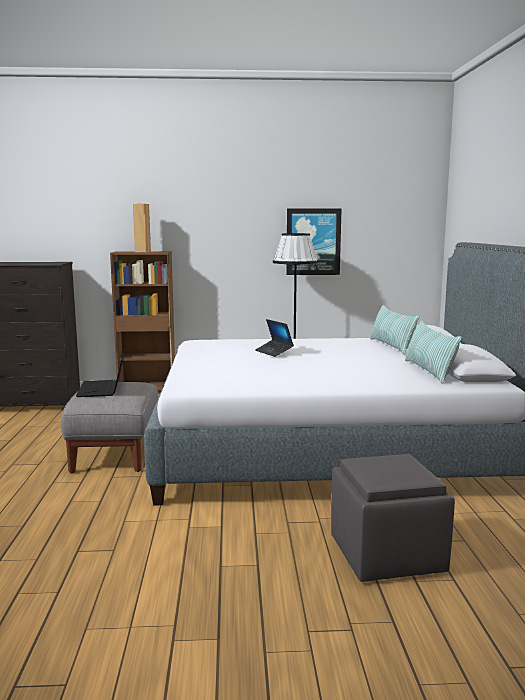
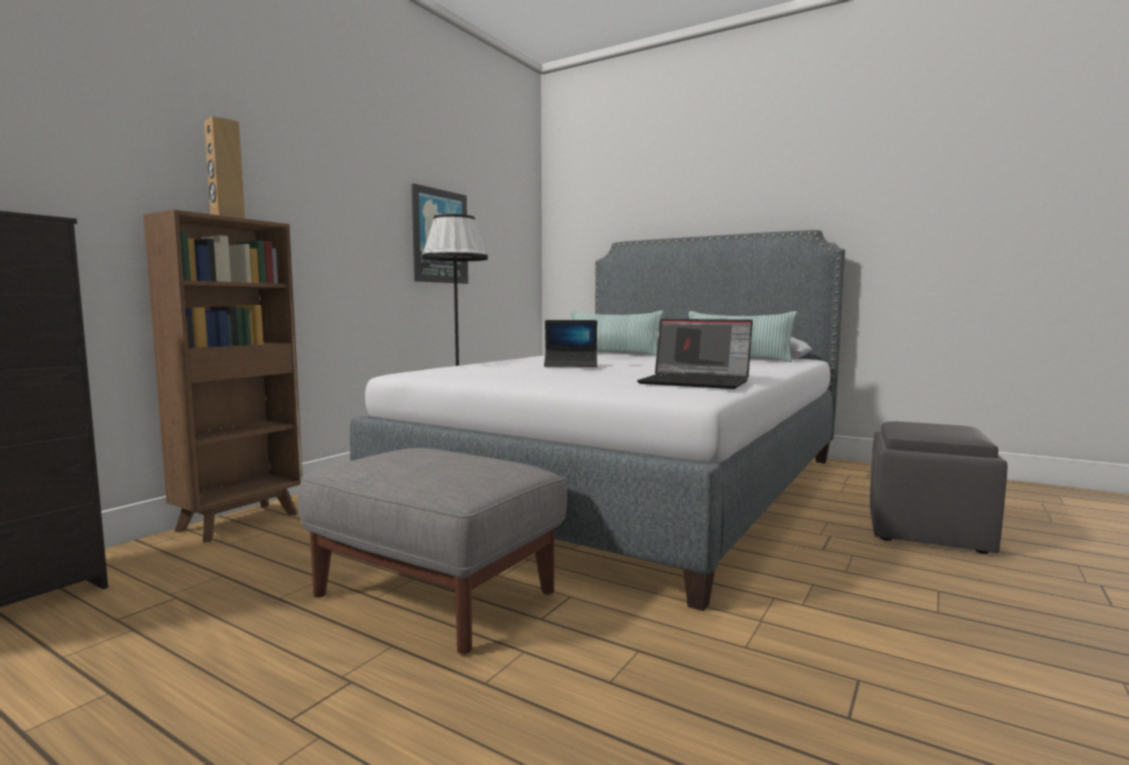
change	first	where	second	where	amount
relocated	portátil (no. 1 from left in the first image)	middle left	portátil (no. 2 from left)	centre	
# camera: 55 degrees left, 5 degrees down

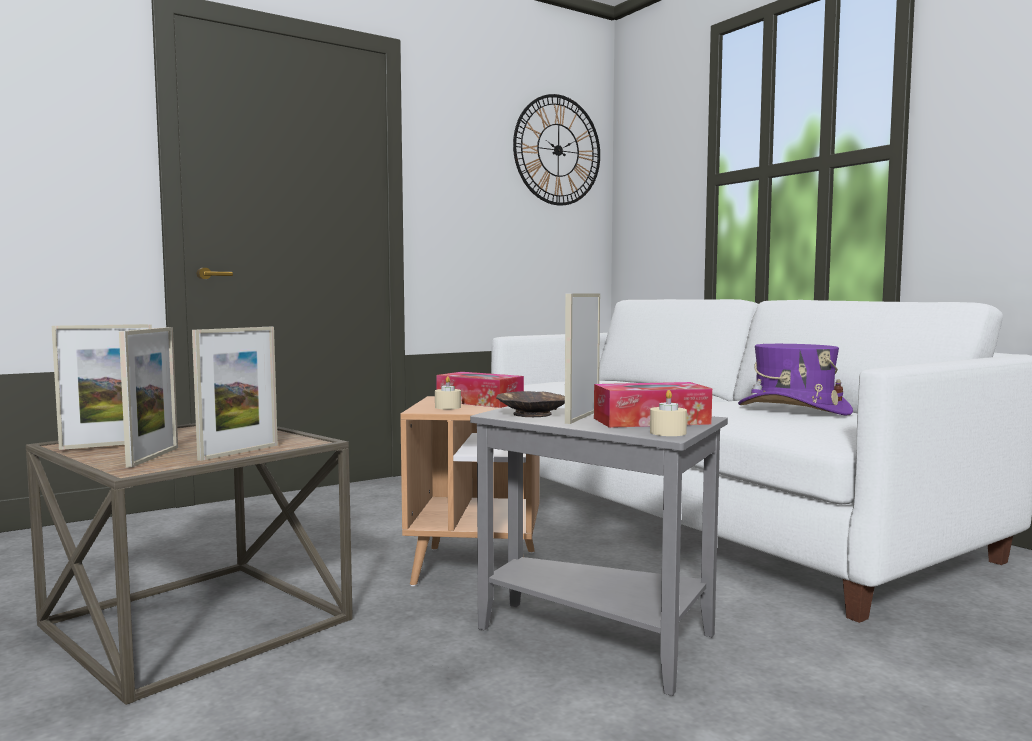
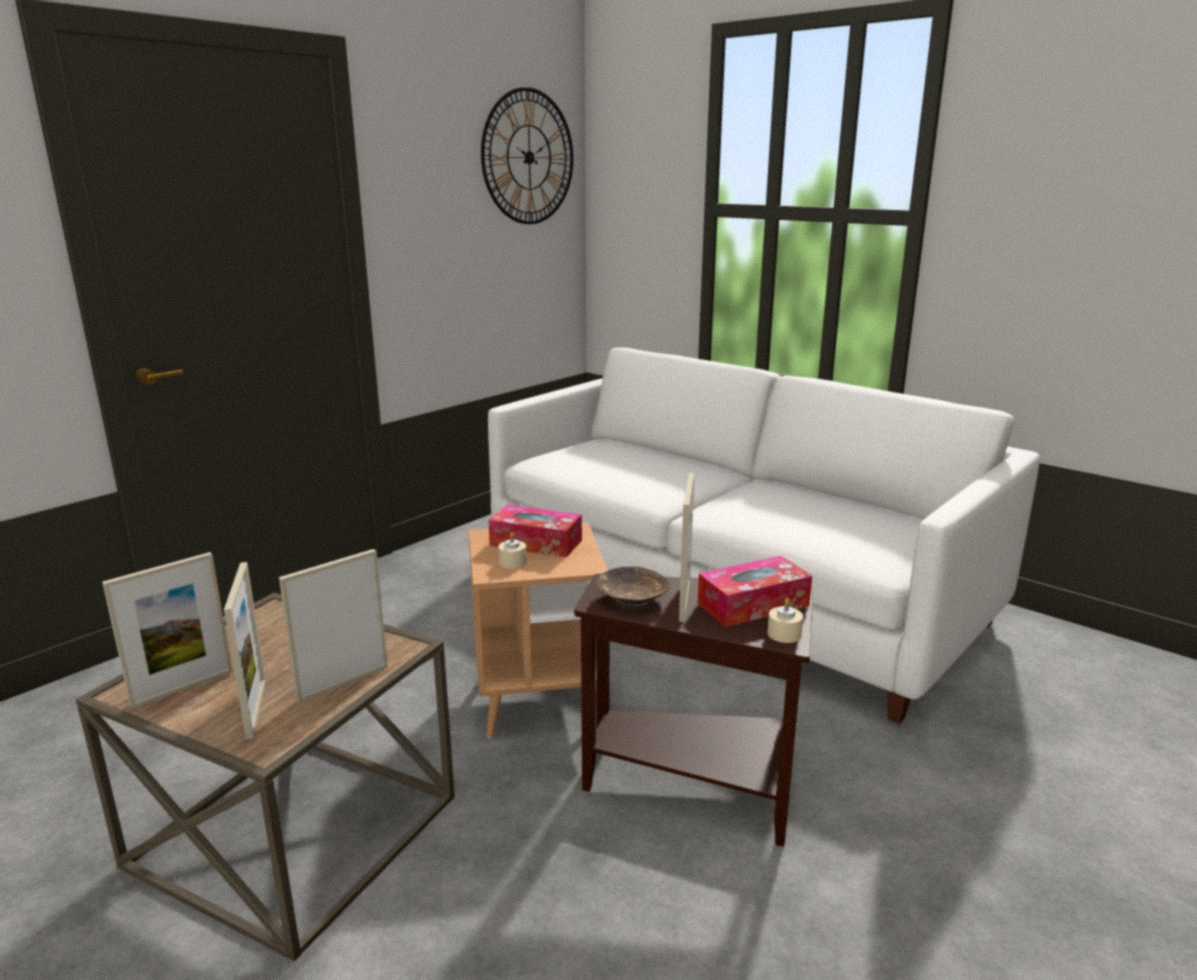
change	first	where	second	where	amount
spun	portarretratos (no. 3 from left)	middle left		middle left	150 degrees counterclockwise
colour	mesa auxiliar [gris]	bottom centre	mesa auxiliar [marrón] (no. 3 from left)	bottom centre	
missing	sombrero [morado]	middle right			
# camera: 15 degrees left, 15 degrees up

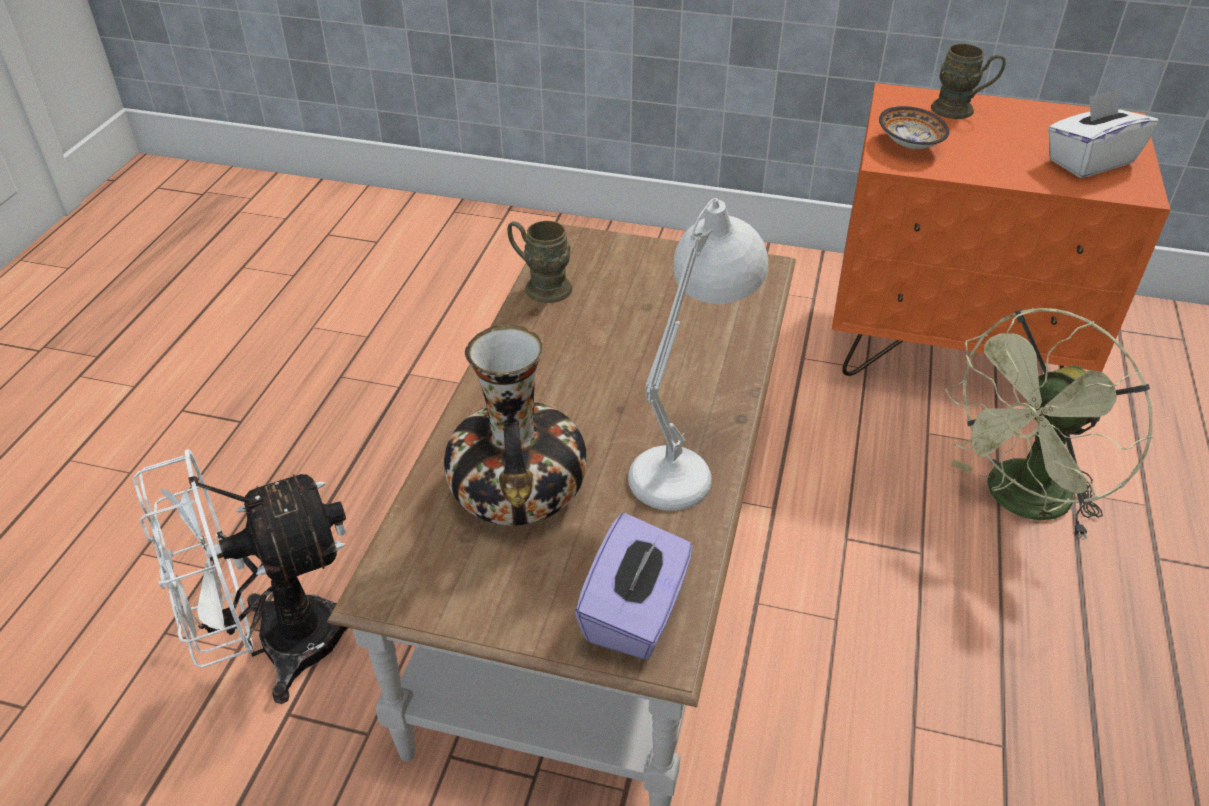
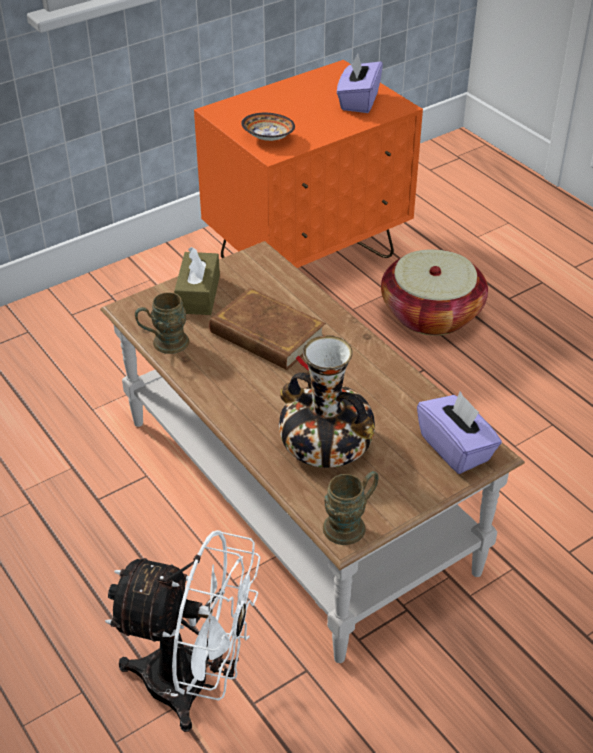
change	first	where	second	where	amount
spun	ventilador [blanco]	bottom left		bottom left	90 degrees counterclockwise
missing	lámpara de mesa [blanco]	centre			
relocated	taza grande [marrón] (no. 2 from left)	top right		bottom centre	
exchanged	ventilador [verde]	middle right	cesta	middle right	
colour	caja de pañuelos [blanco]	top right	caja de pañuelos [morado] (no. 1 from left)	top centre	
appeared			caja de pañuelos [marrón]	middle left	
appeared			libro [marrón]	centre	
# camera: 50 degrees left, 0 degrees up

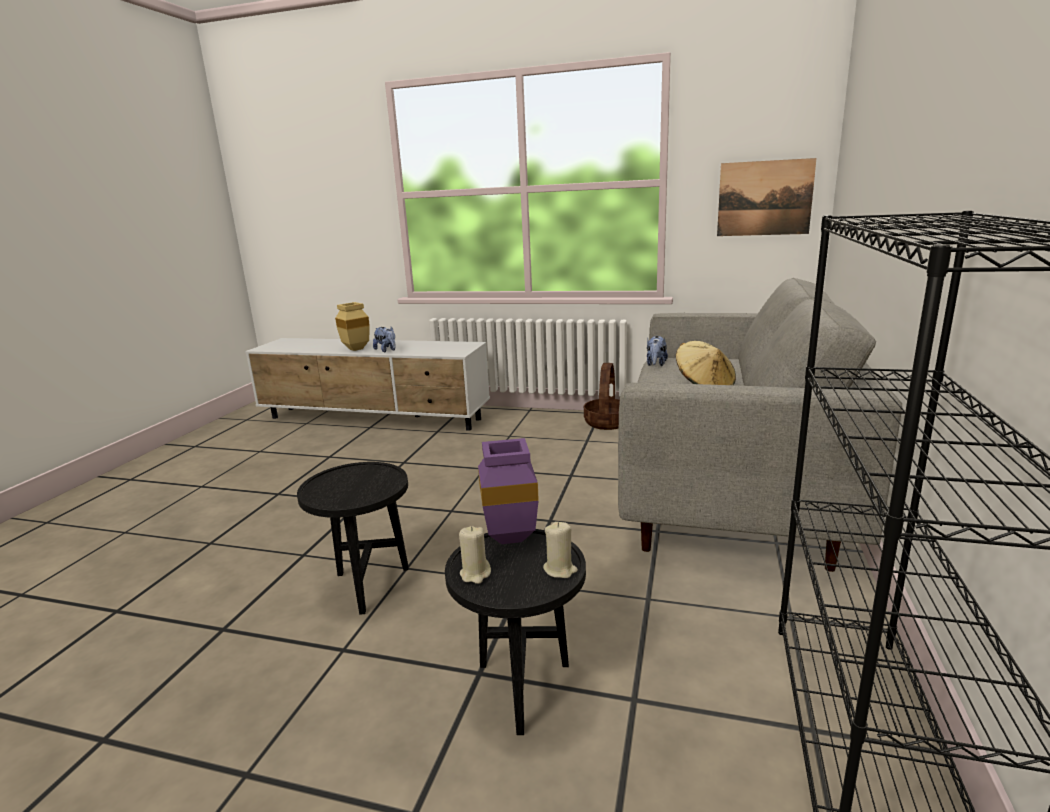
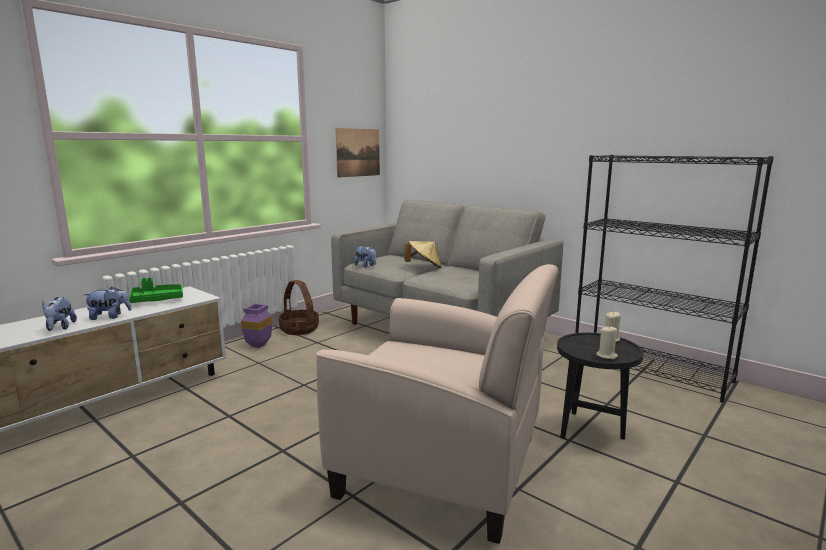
change	first	where	second	where	amount
exchanged	mesa auxiliar [negro] (no. 1 from left)	centre	sillón [beis]	bottom centre	
exchanged	florero [beis]	centre	peluche (no. 1 from left)	middle left	
relocated	florero [morado]	centre		middle left	
appeared			bandeja [verde]	middle left	
# camera: 65 degrees left, 5 degrees down

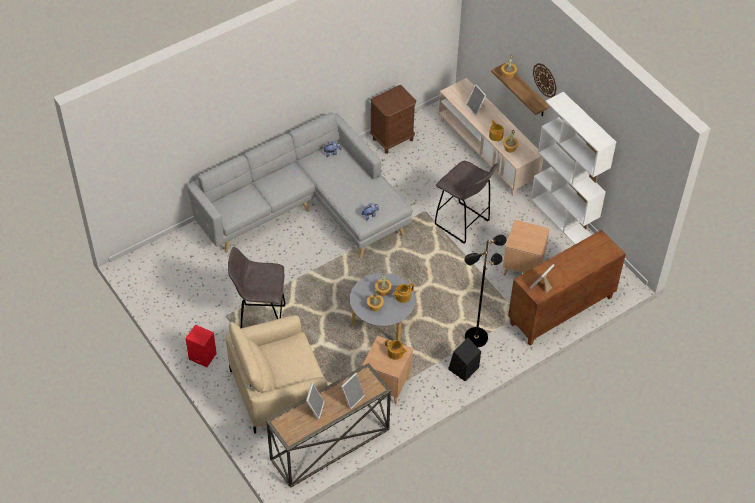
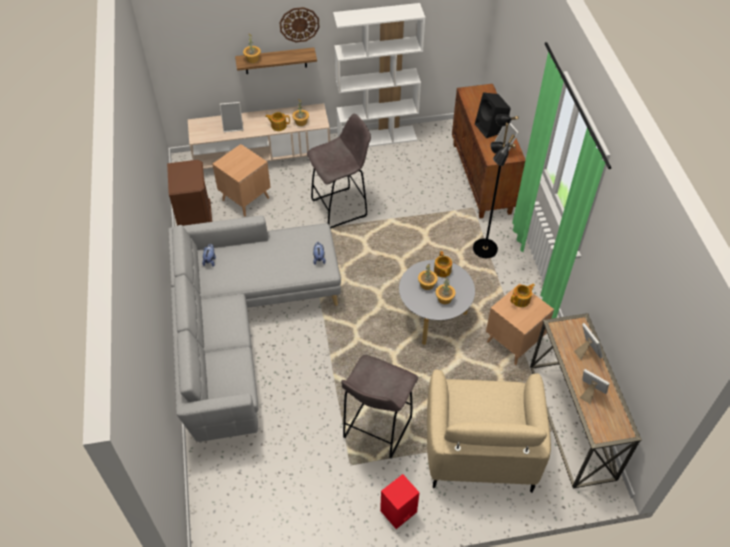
change	first	where	second	where	amount
relocated	altavoz [negro]	bottom centre		top right	
relocated	mesa auxiliar [marrón] (no. 2 from left in the first image)	middle right	mesa auxiliar [marrón] (no. 1 from left)	top left	
# camera: 65 degrees left, 0 degrees up

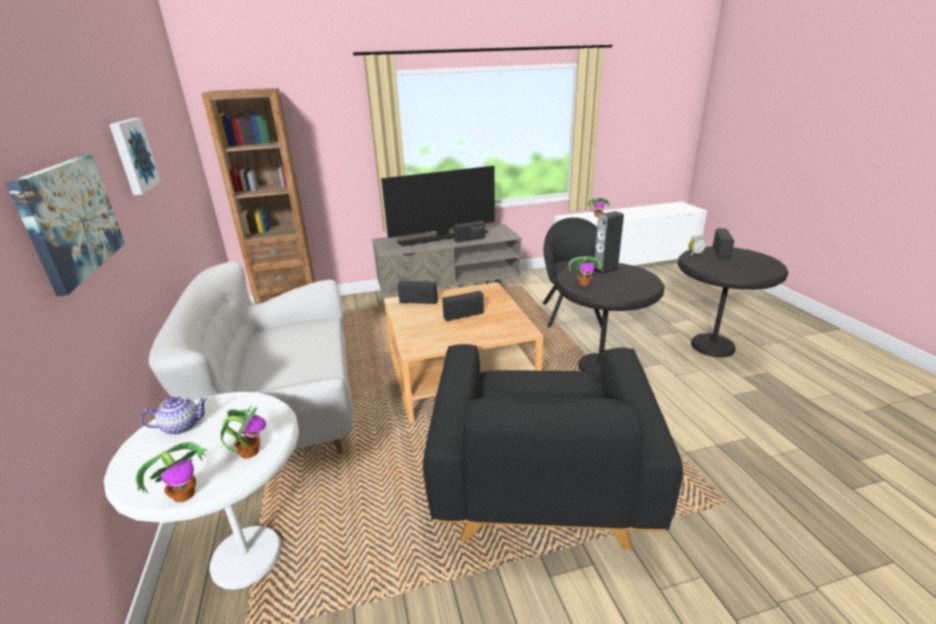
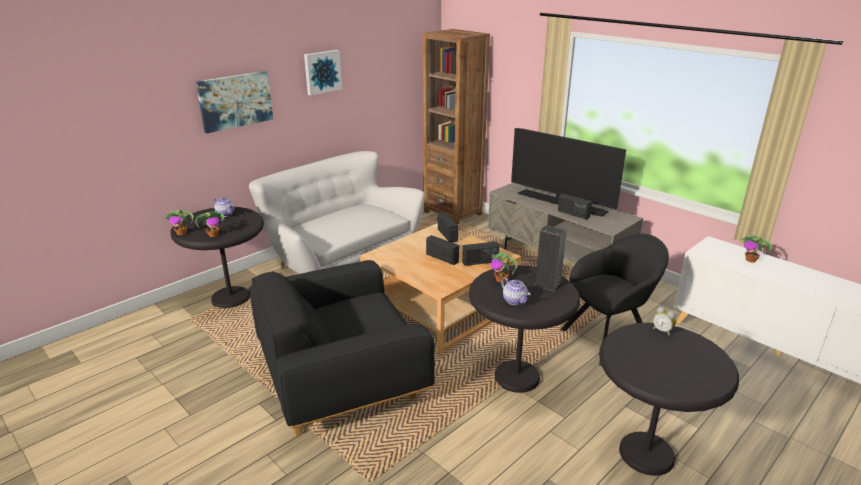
change	first	where	second	where	amount
colour	mesa auxiliar [blanco]	bottom left	mesa auxiliar [negro] (no. 1 from left)	middle left	
relocated	radio (no. 4 from left in the first image)	middle right	radio (no. 3 from left)	centre	
appeared			tetera (no. 2 from left)	centre	
# camera: 60 degrees right, 0 degrees up

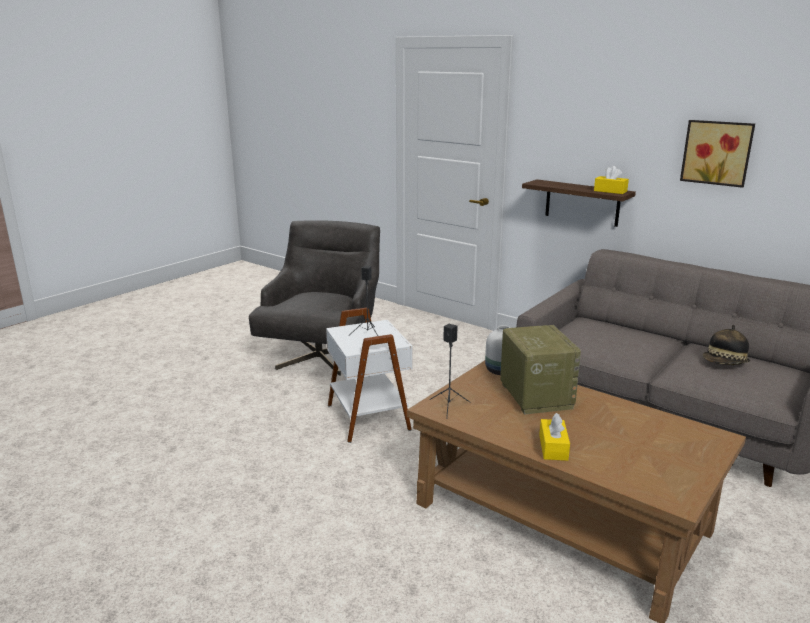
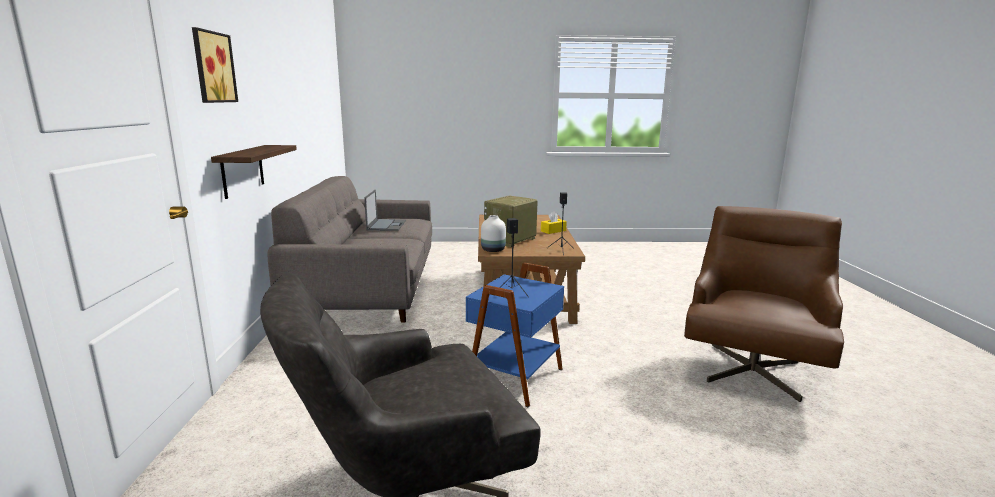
change	first	where	second	where	amount
colour	mesa auxiliar [blanco]	centre	mesa auxiliar [azul]	bottom centre	
missing	caja de pañuelos [amarillo] (no. 2 from left)	top right			
relocated	cuadro	top right		top left	
exchanged	sombrero	middle right	portátil	centre	
appeared			sillón [marrón]	middle right	
# camera: 130 degrees left, 5 degrees down

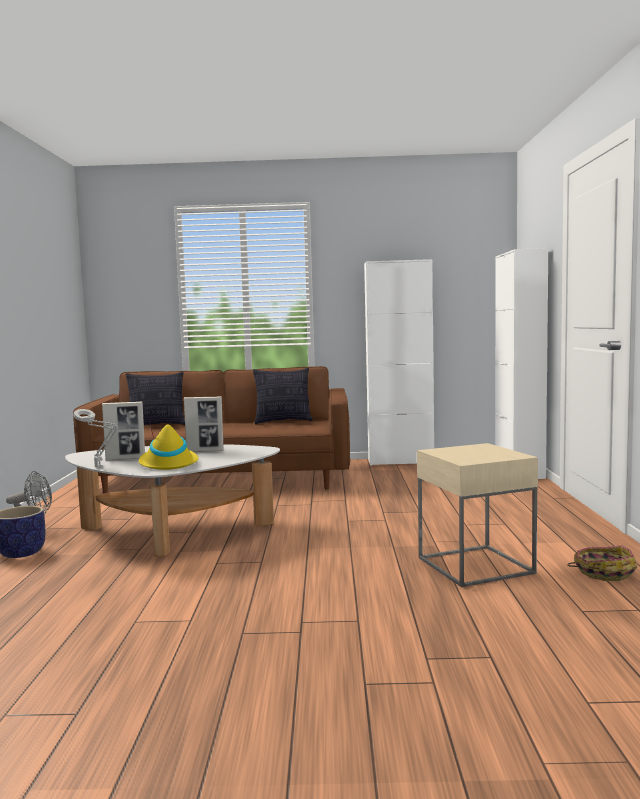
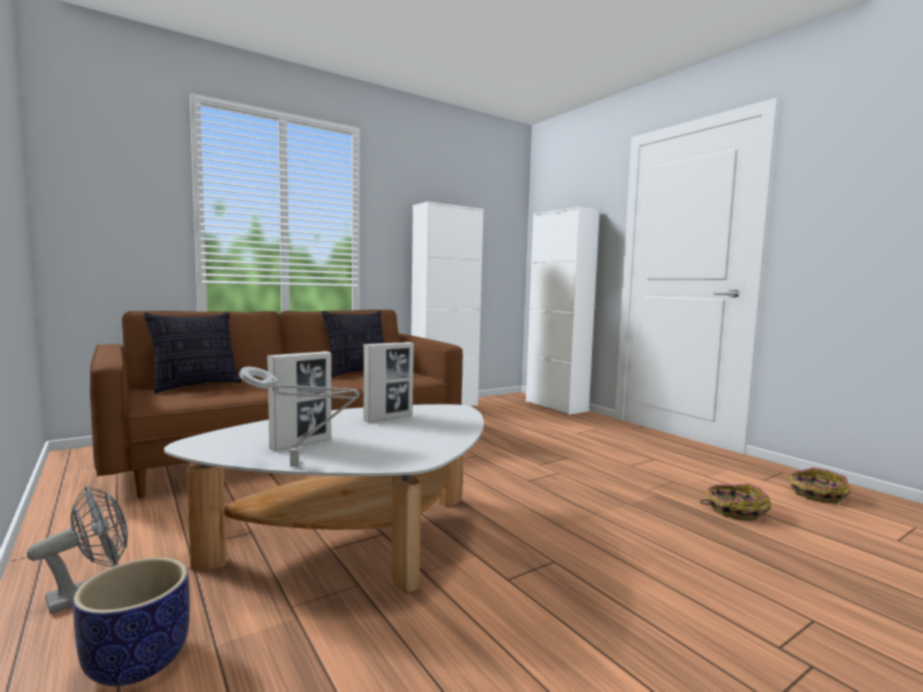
change	first	where	second	where	amount
missing	sombrero [amarillo]	middle left			
exchanged	mesa auxiliar [beis]	middle right	cesta (no. 1 from left)	bottom right	
# camera: 35 degrees left, 0 degrees up

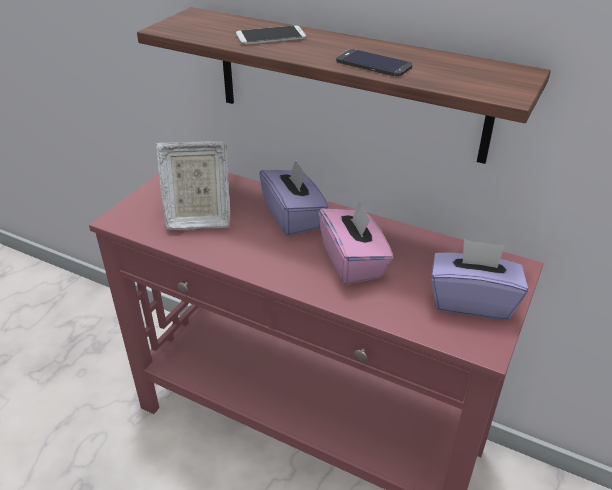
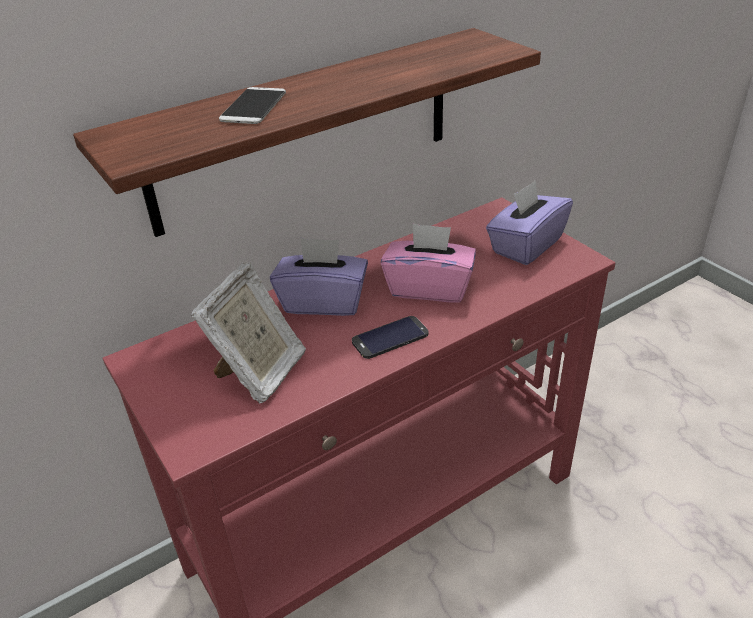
change	first	where	second	where	amount
relocated	móvil (no. 2 from left)	top centre		centre	
# camera: 60 degrees left, 0 degrees up

